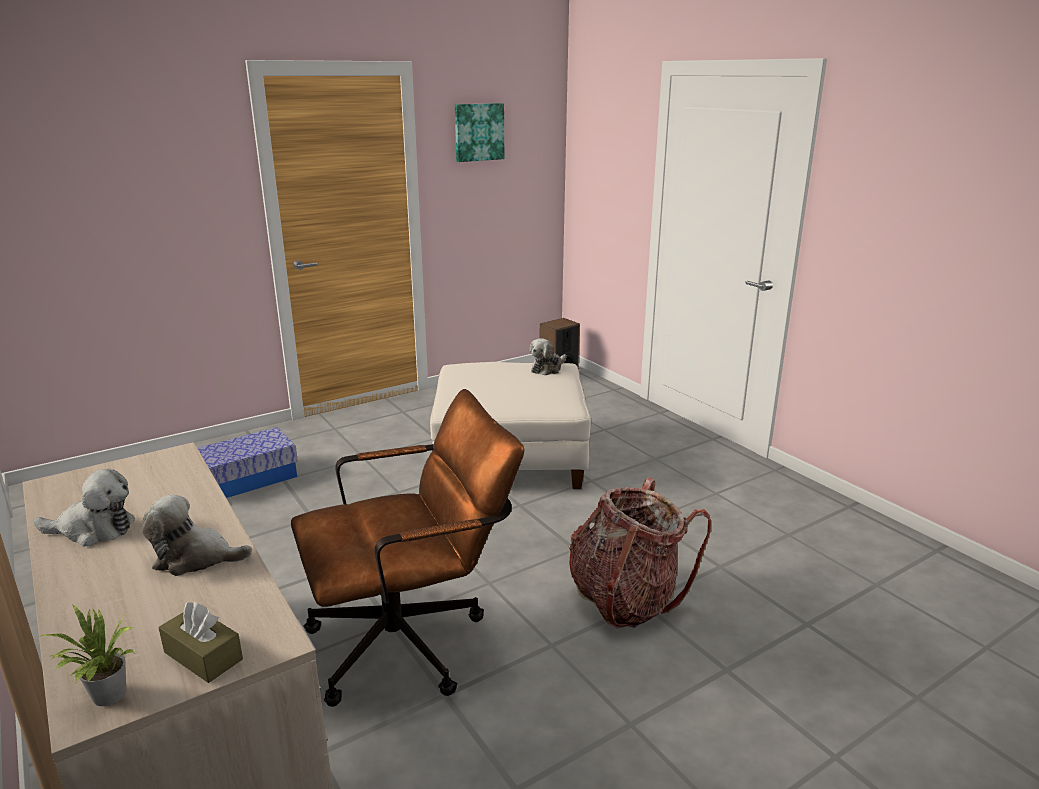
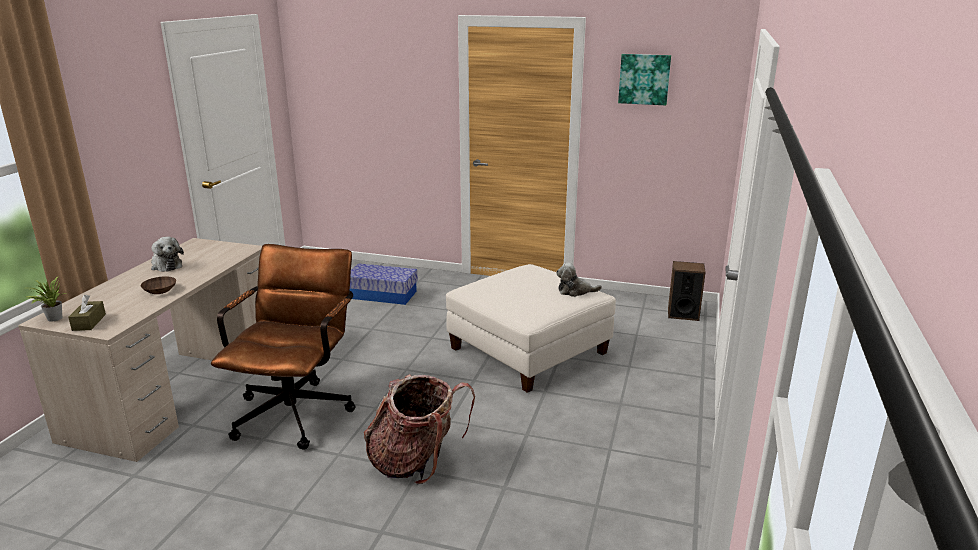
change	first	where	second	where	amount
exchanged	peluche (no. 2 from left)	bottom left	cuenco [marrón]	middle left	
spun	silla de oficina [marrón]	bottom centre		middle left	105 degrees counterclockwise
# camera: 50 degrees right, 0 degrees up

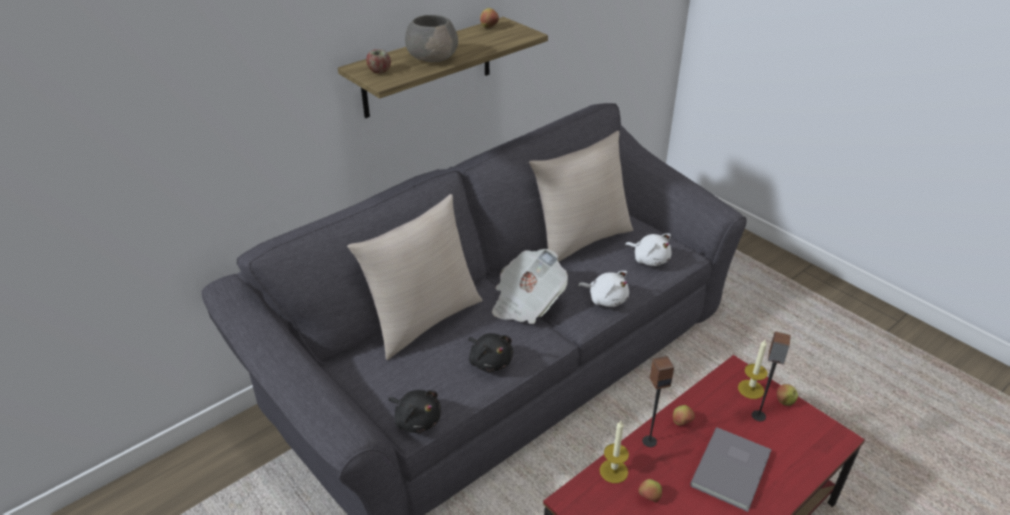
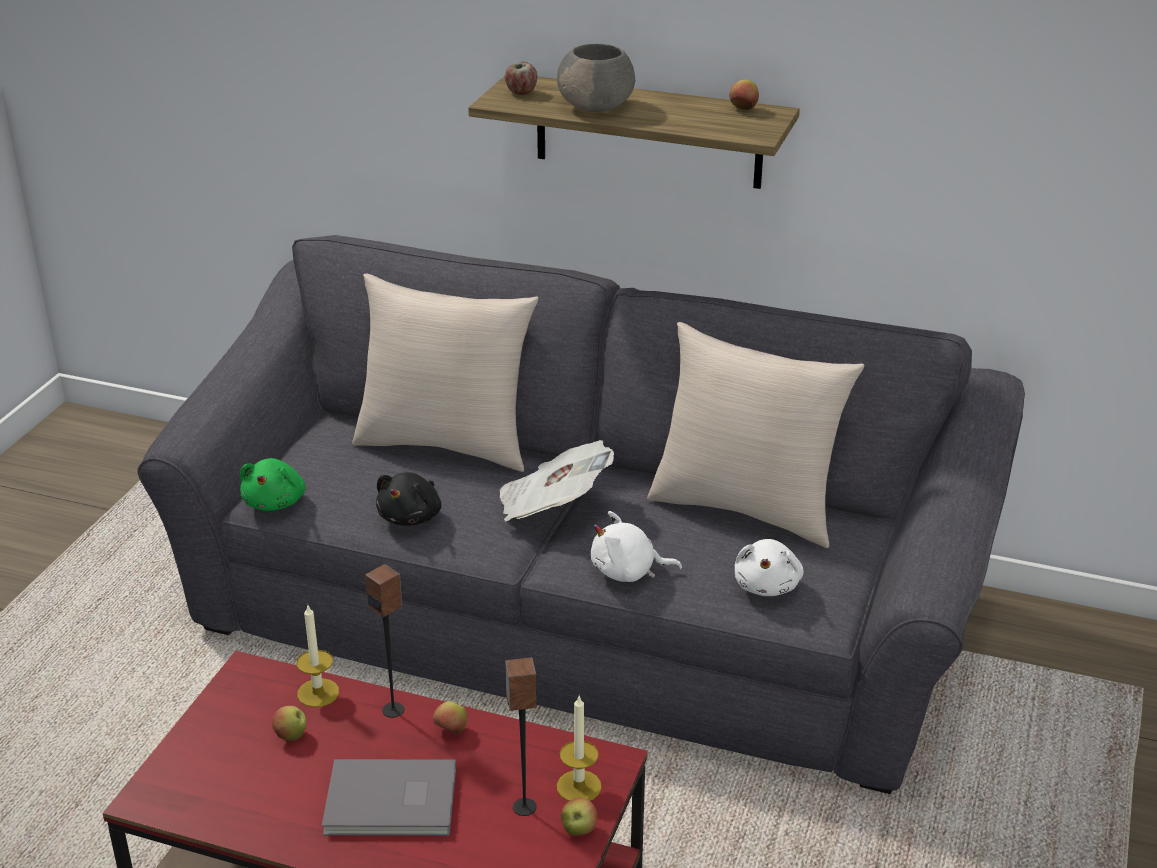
change	first	where	second	where	amount
colour	peluche [negro] (no. 1 from left)	bottom centre	peluche [verde]	middle left	
spun	peluche [blanco] (no. 1 from left)	centre		centre	90 degrees clockwise
# camera: 60 degrees right, 5 degrees down

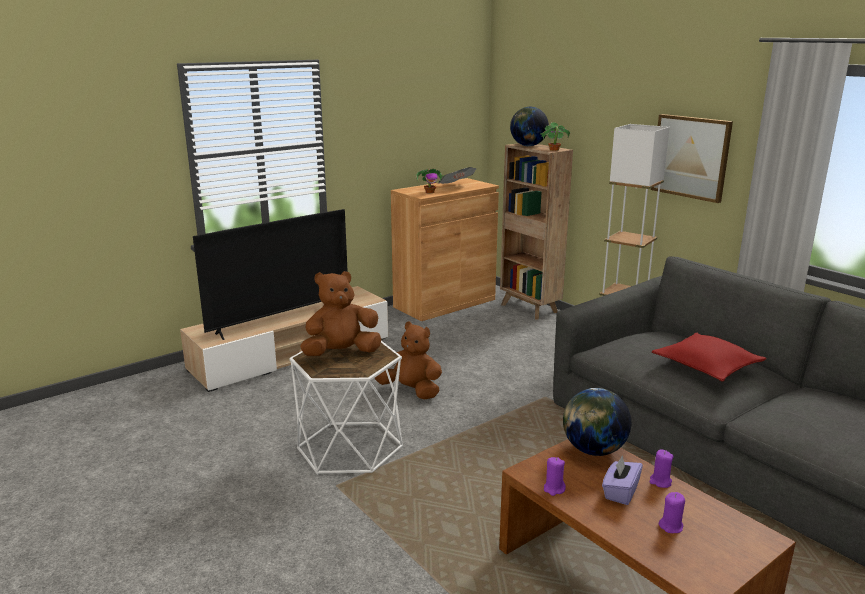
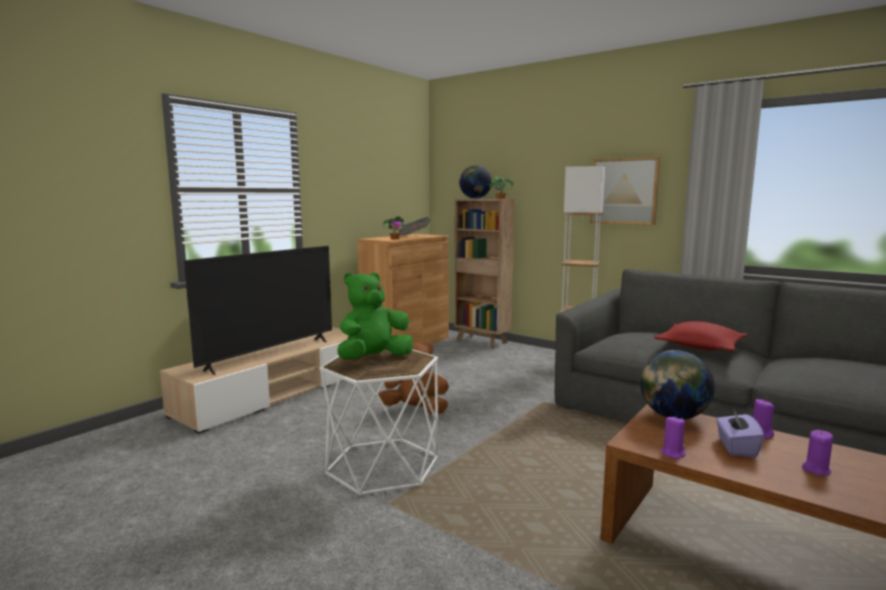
change	first	where	second	where	amount
colour	peluche [marrón] (no. 1 from left)	centre	peluche [verde]	centre	
# camera: 15 degrees left, 10 degrees down

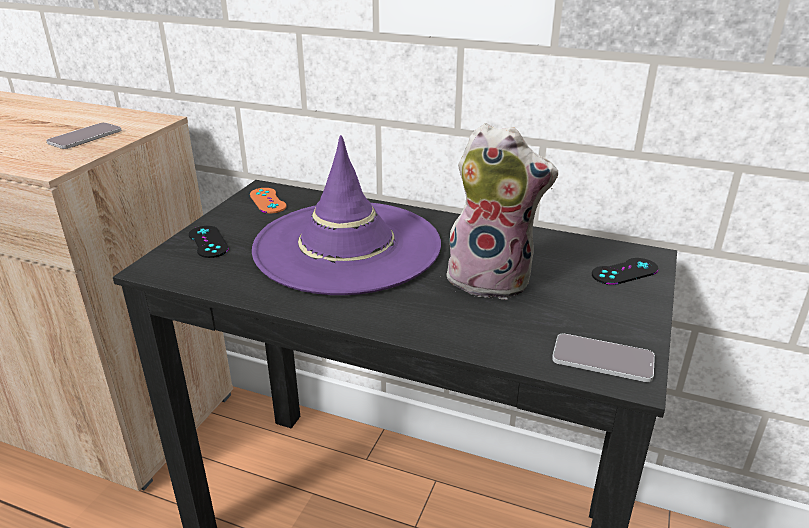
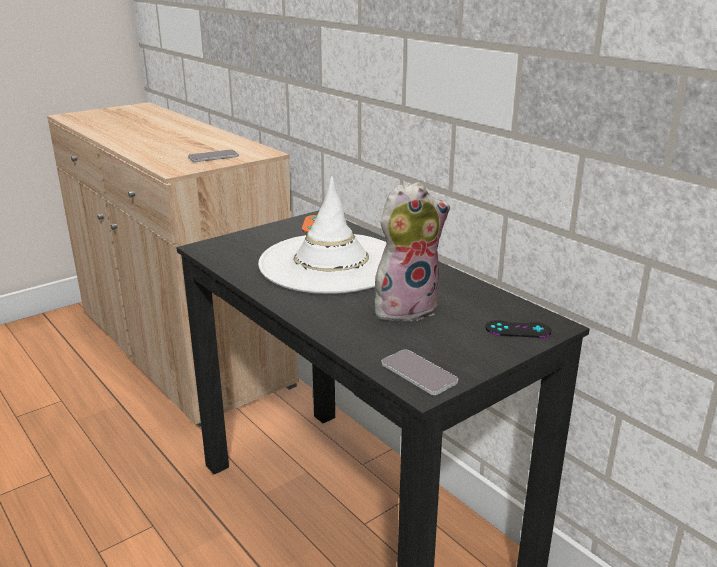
change	first	where	second	where	amount
missing	mando de consola [negro] (no. 1 from left)	middle left			
colour	sombrero [morado]	centre	sombrero [blanco]	centre	
spun	peluche	centre		centre	75 degrees counterclockwise
# camera: 30 degrees right, 5 degrees down

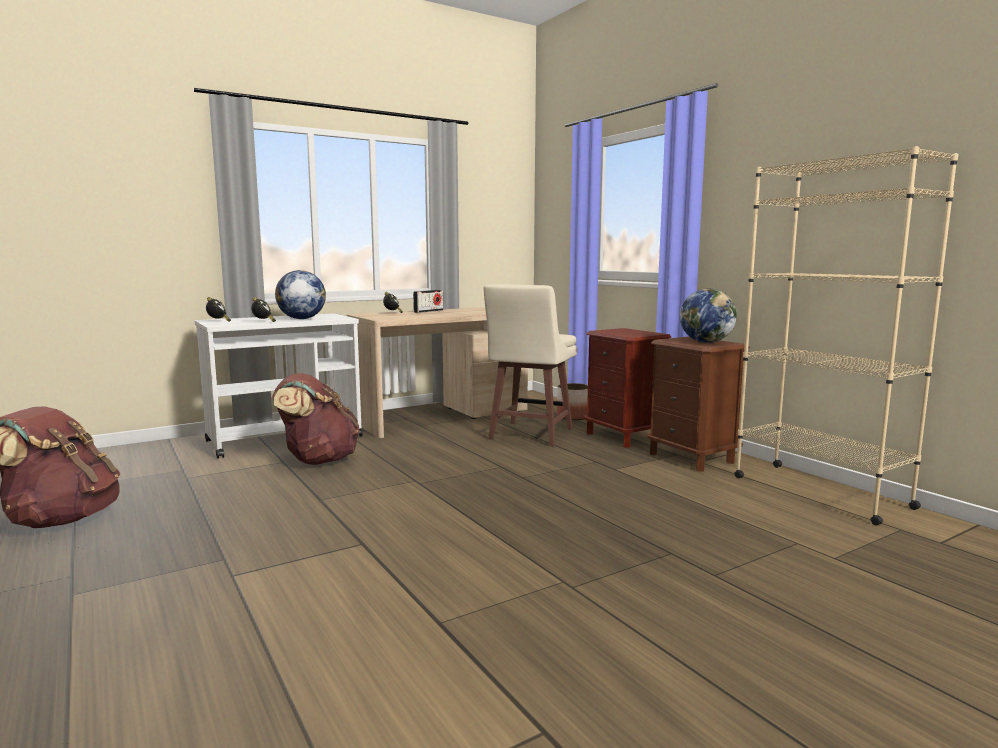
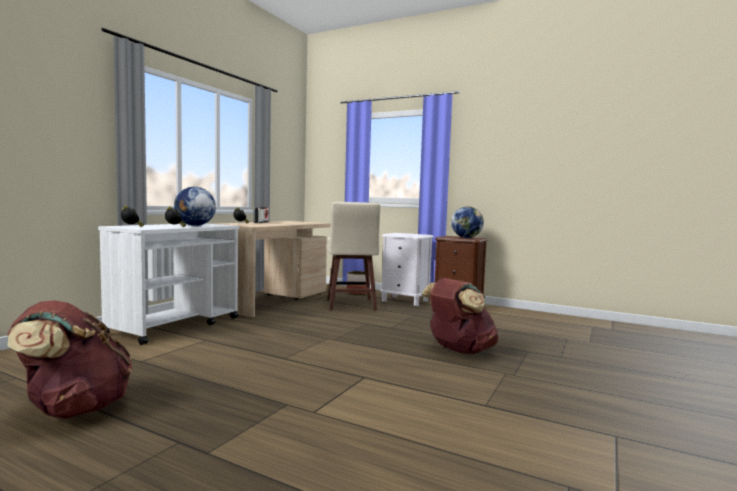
change	first	where	second	where	amount
relocated	mochila [marrón] (no. 2 from left)	middle left		centre	
colour	mesita de noche [marrón] (no. 1 from left)	centre	mesita de noche [blanco]	centre	
missing	estantería [beis]	middle right			
# camera: 30 degrees left, 5 degrees down

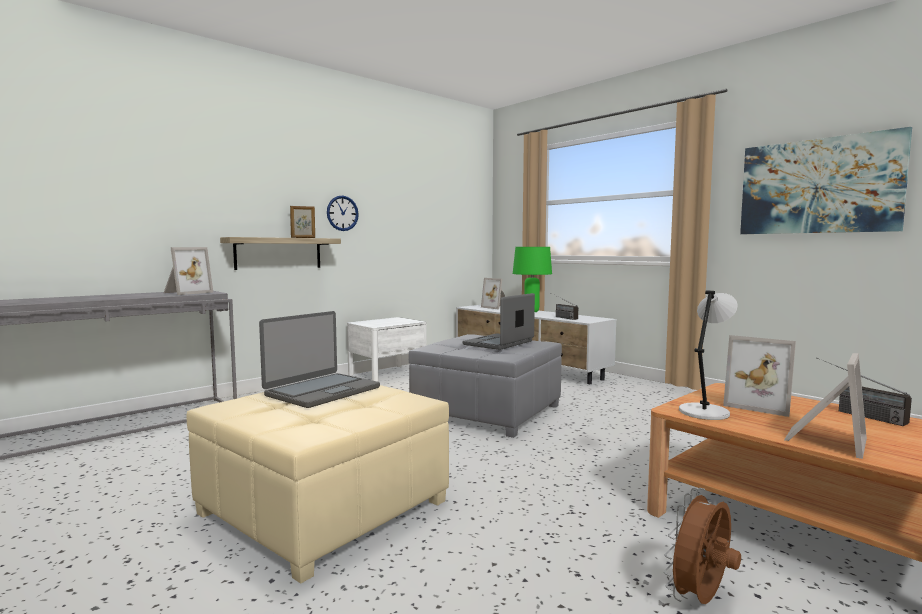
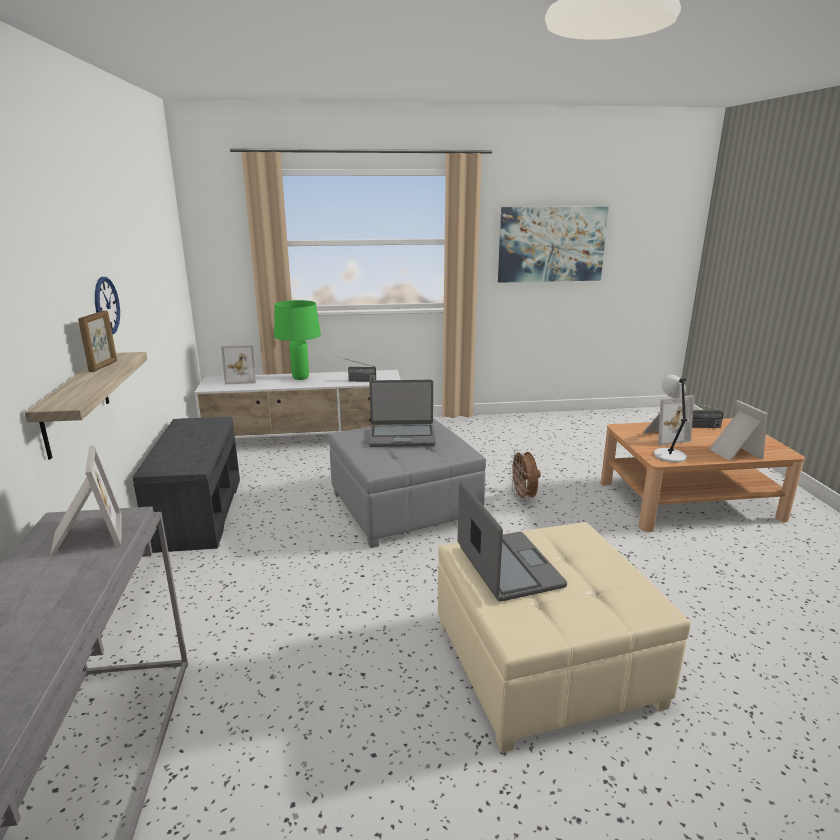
change	first	where	second	where	amount
exchanged	mesita de noche [blanco]	centre	banco [gris]	middle left	
spun	portátil (no. 2 from left in the first image)	centre	portátil (no. 1 from left)	centre	75 degrees counterclockwise
relocated	ventilador [marrón]	bottom right		centre	
# camera: 55 degrees left, 15 degrees up

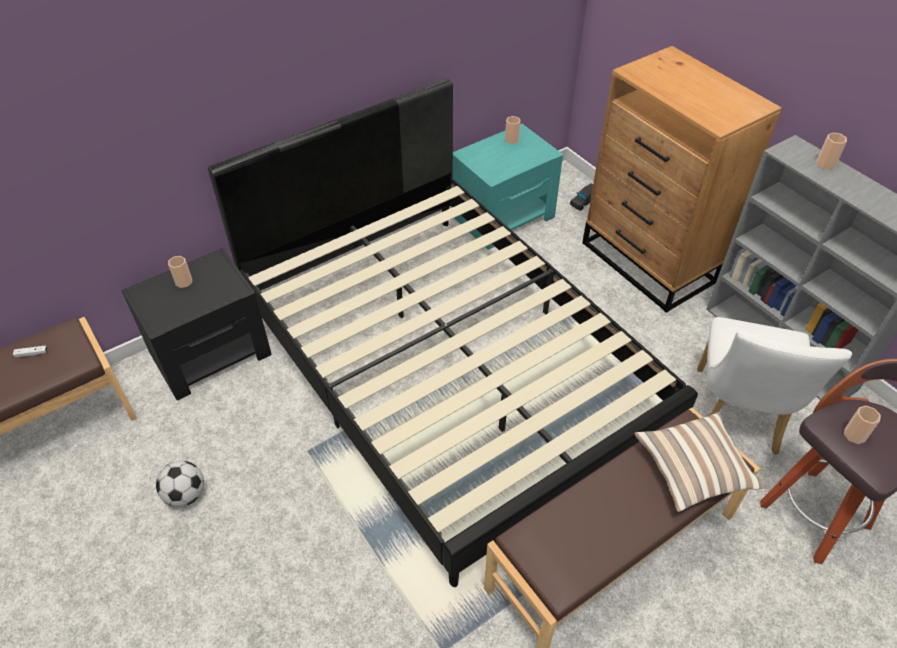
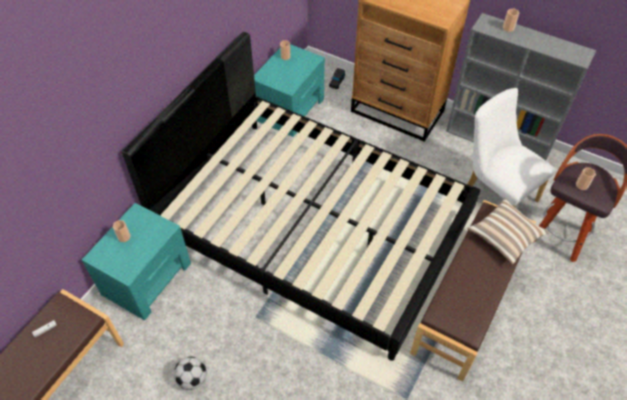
change	first	where	second	where	amount
colour	mesita de noche [negro]	middle left	mesita de noche [turquesa] (no. 1 from left)	middle left	
spun	silla [blanco]	middle right		middle right	150 degrees clockwise
# camera: 25 degrees left, 5 degrees up

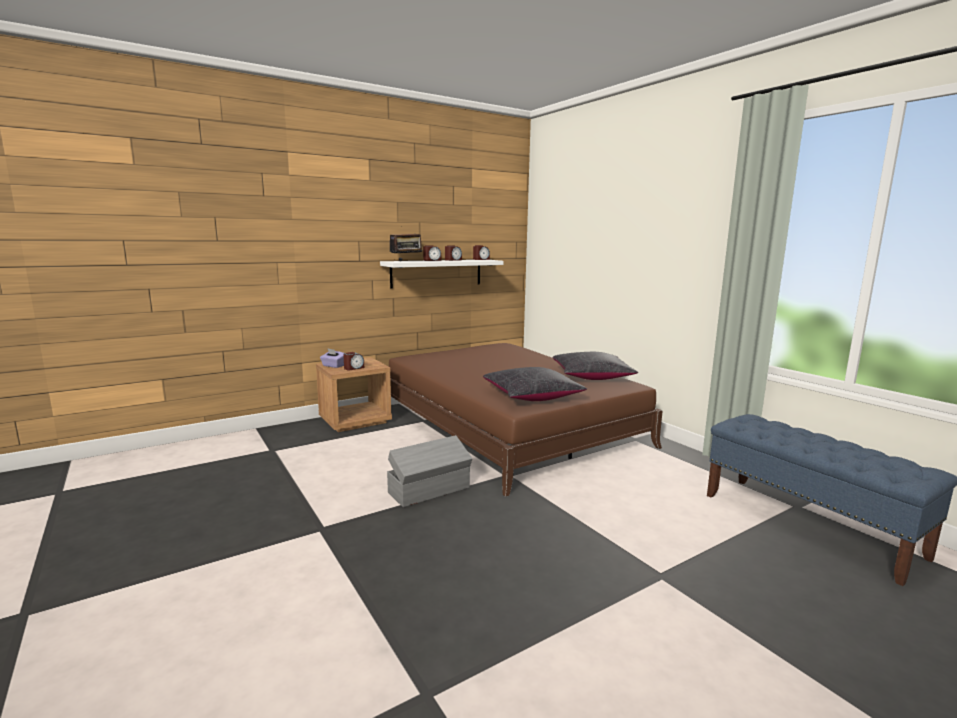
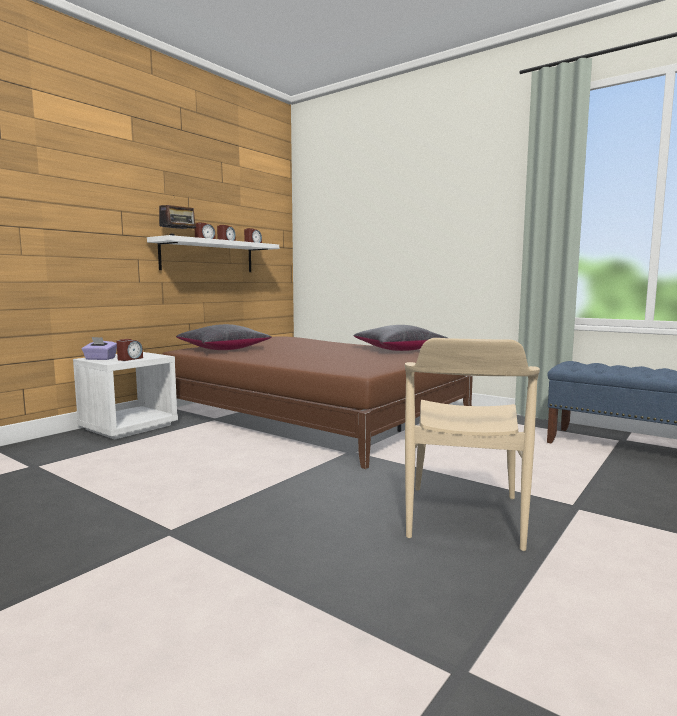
change	first	where	second	where	amount
colour	mesita de noche [marrón]	centre	mesita de noche [blanco]	middle left	
missing	caja de almacenaje [gris]	centre			
relocated	cojín [negro] (no. 1 from left)	centre		middle left	
appeared			silla [beis]	middle right	
# camera: 20 degrees left, 5 degrees down

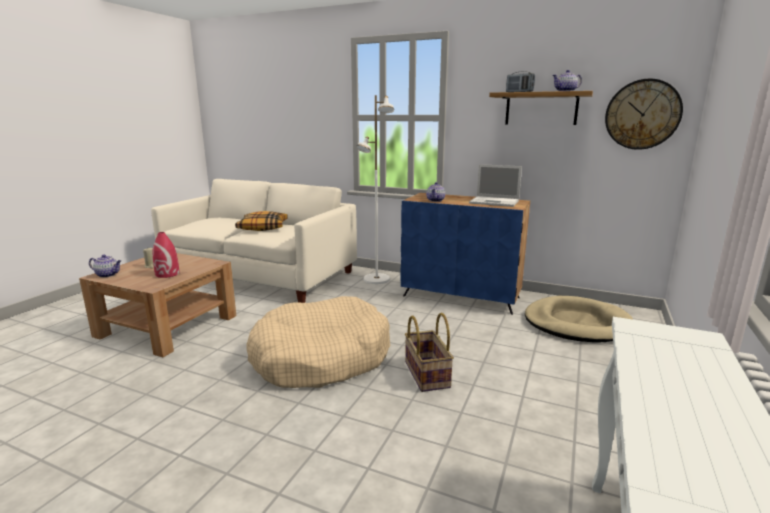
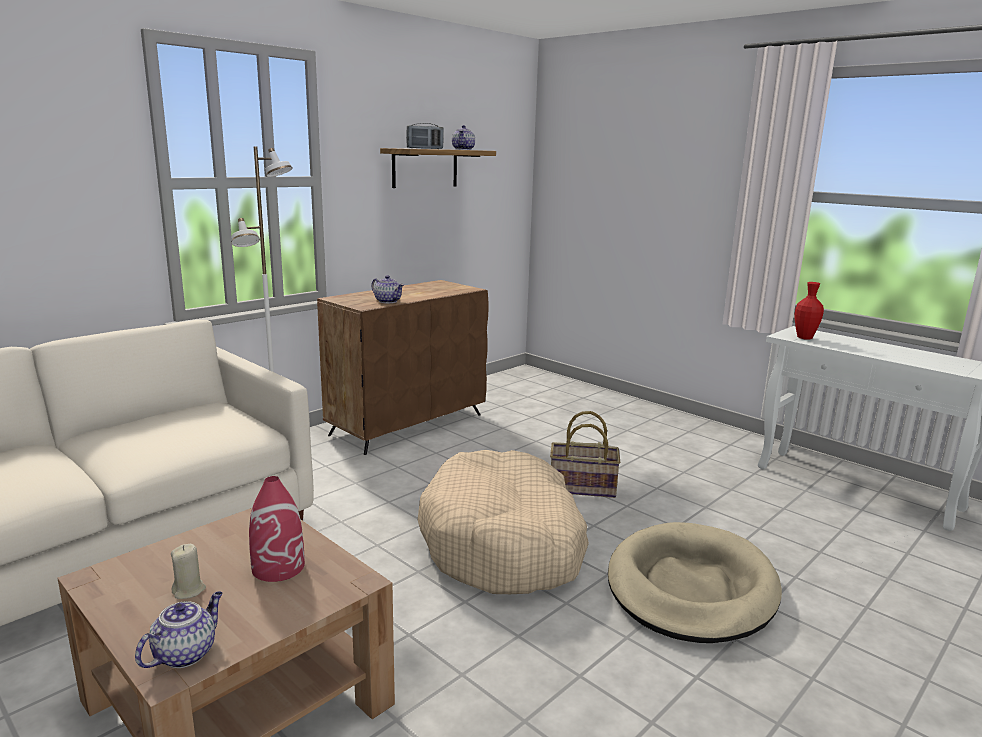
change	first	where	second	where	amount
missing	cojín	centre			
colour	armario [azul]	centre	armario [marrón]	centre	
missing	portátil	centre			
relocated	cama para perro [beis] (no. 2 from left)	middle right		bottom right	
missing	reloj de pared	top right			
appeared			florero [rojo] (no. 2 from left)	middle right	
# camera: 70 degrees left, 0 degrees up

